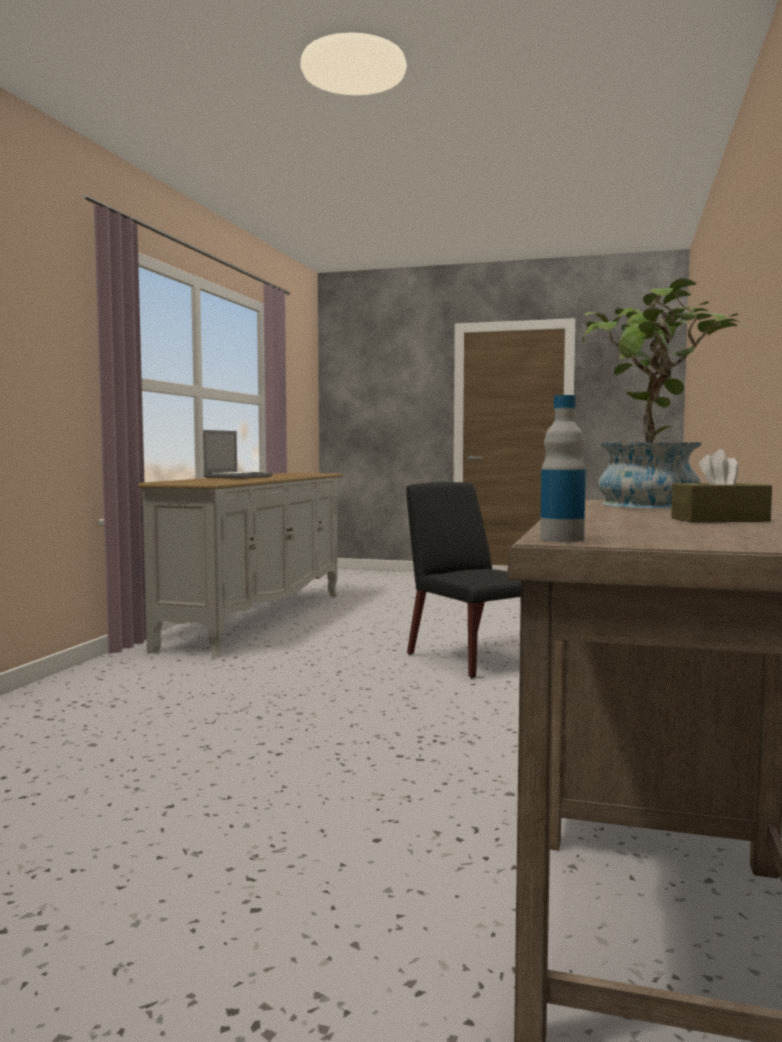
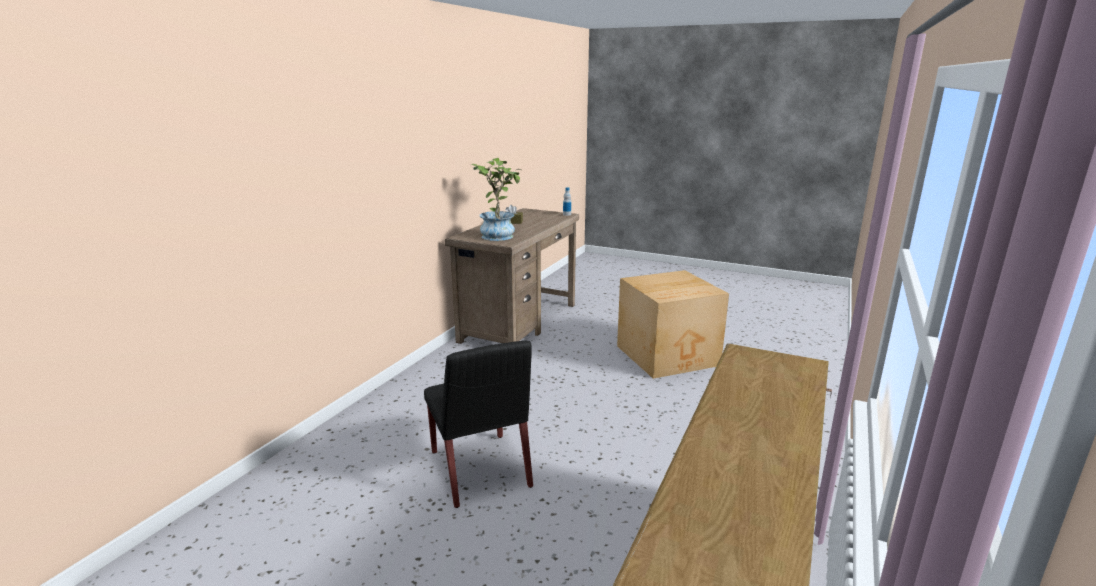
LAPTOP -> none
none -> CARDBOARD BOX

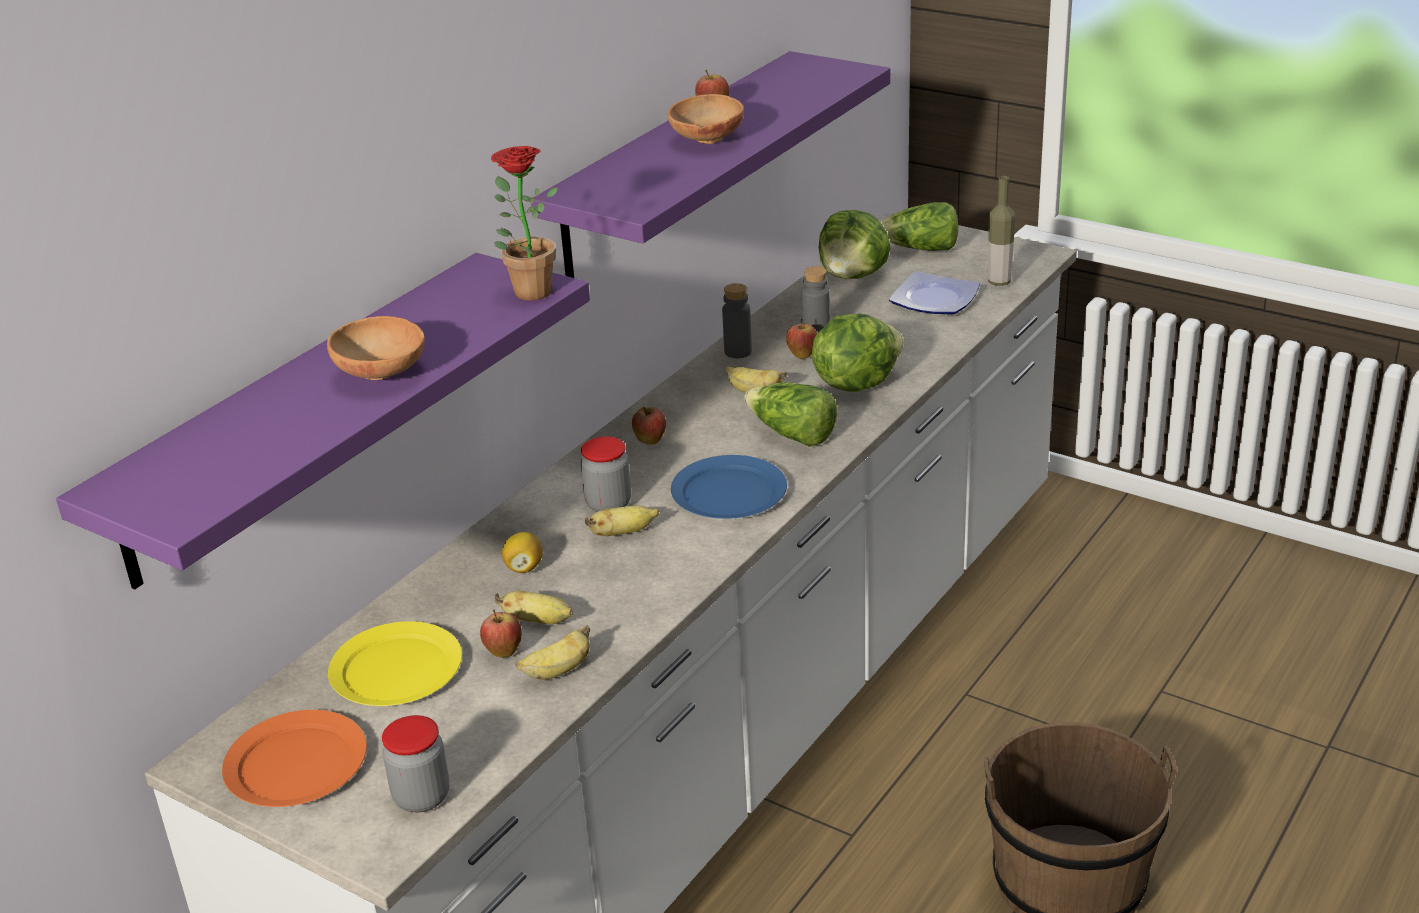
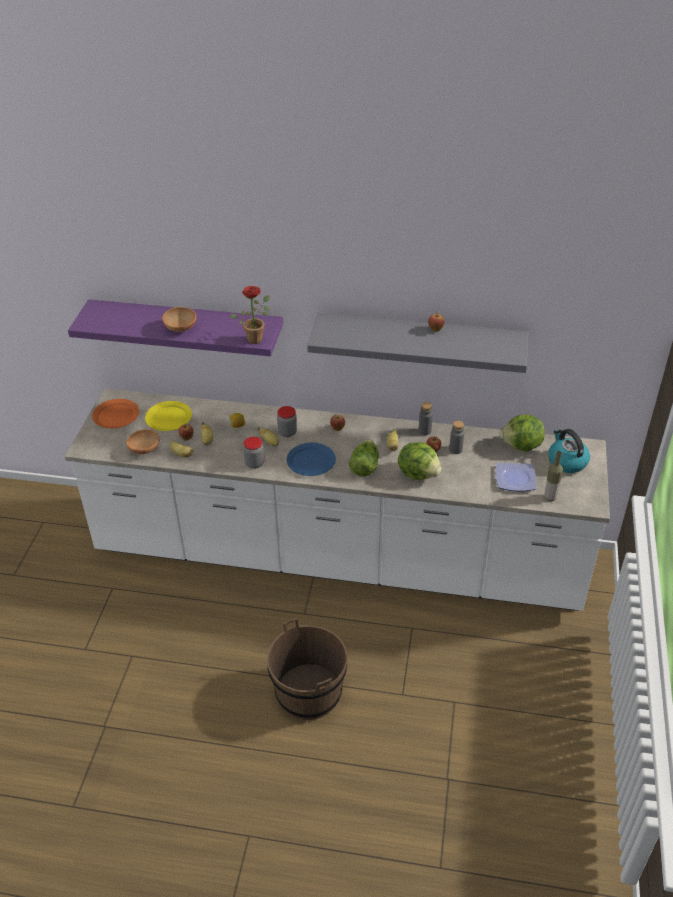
PURPLE SHELF (no. 2 from left) -> GREY SHELF
BROWN BOWL (no. 2 from left in the first image) -> BROWN BOWL (no. 1 from left), shifted
LETTUCE (no. 4 from left) -> KETTLE
JAR (no. 1 from left), shifted

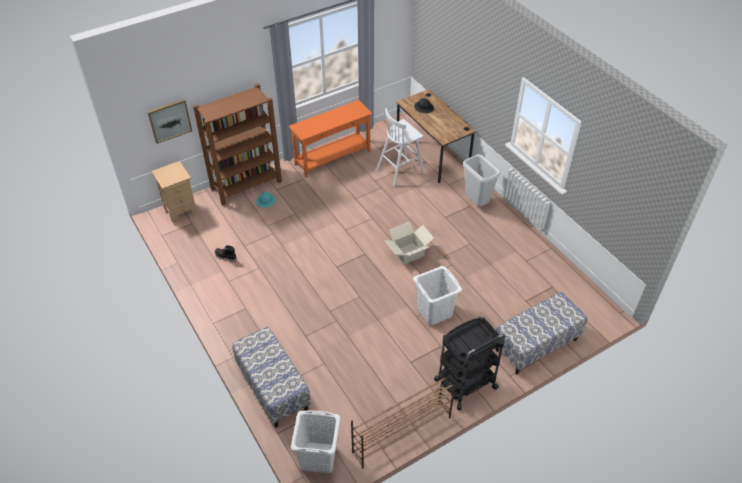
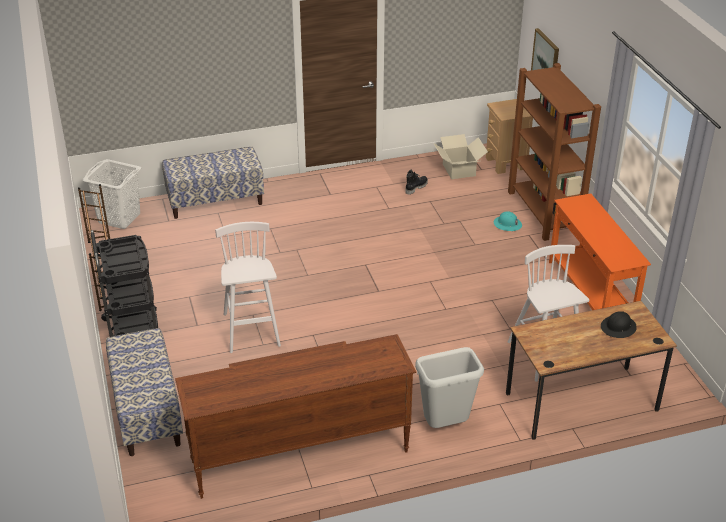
CARDBOARD BOX, shifted
WHITE LAUNDRY BASKET (no. 2 from left) -> WHITE STOOL (no. 1 from left)
none -> BROWN CABINET

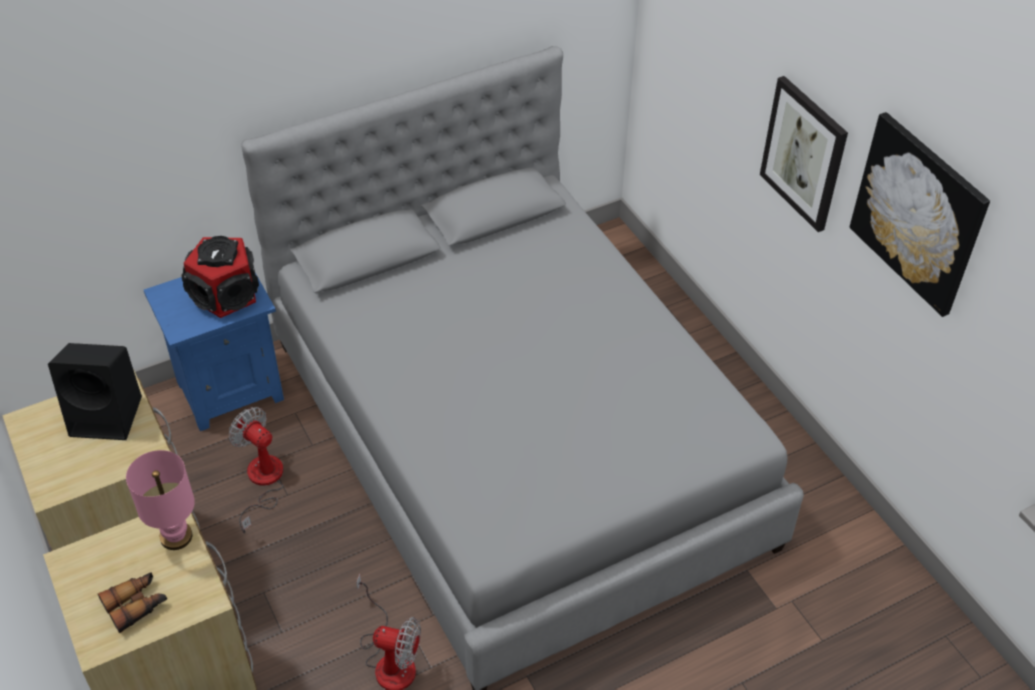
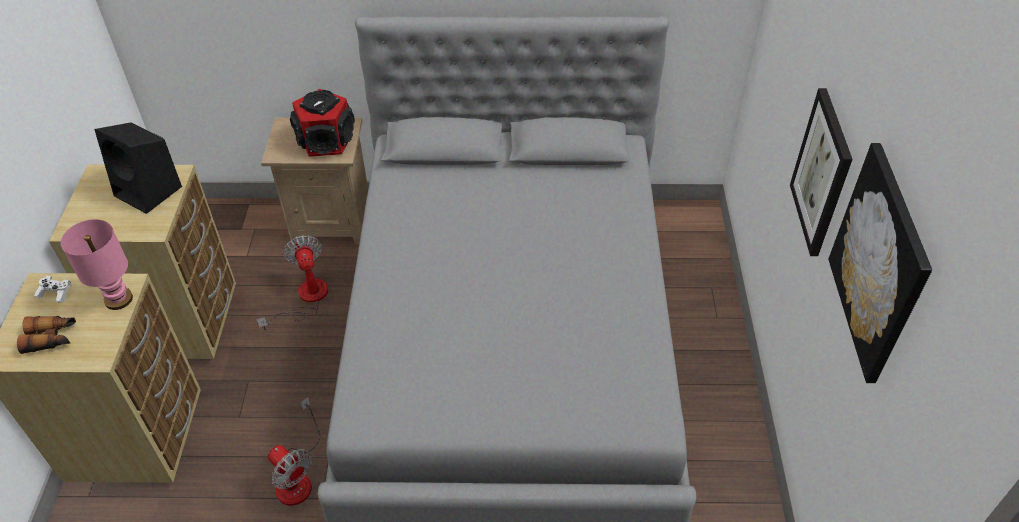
BLUE NIGHTSTAND -> BEIGE NIGHTSTAND
none -> WHITE GAME CONTROLLER

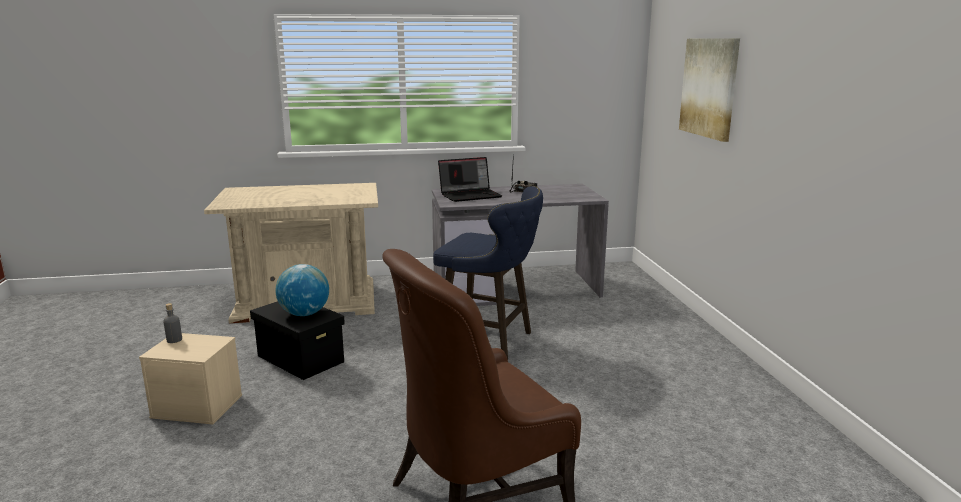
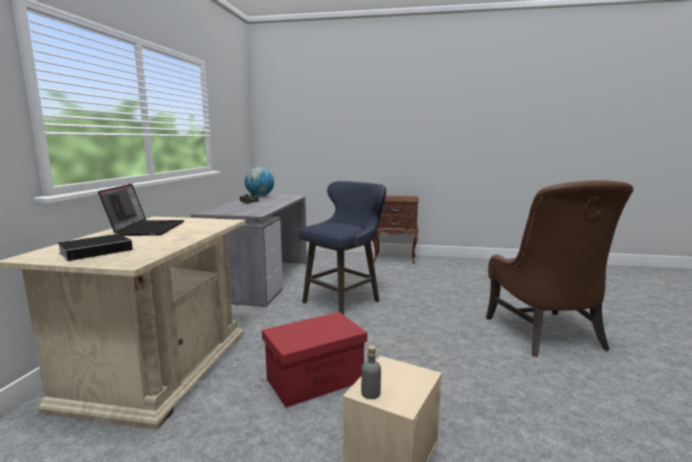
PICTURE -> none
LAPTOP, shifted
GLOBE, shifted
BLACK STORAGE BOX -> RED STORAGE BOX
none -> BROWN NIGHTSTAND
none -> BOOK

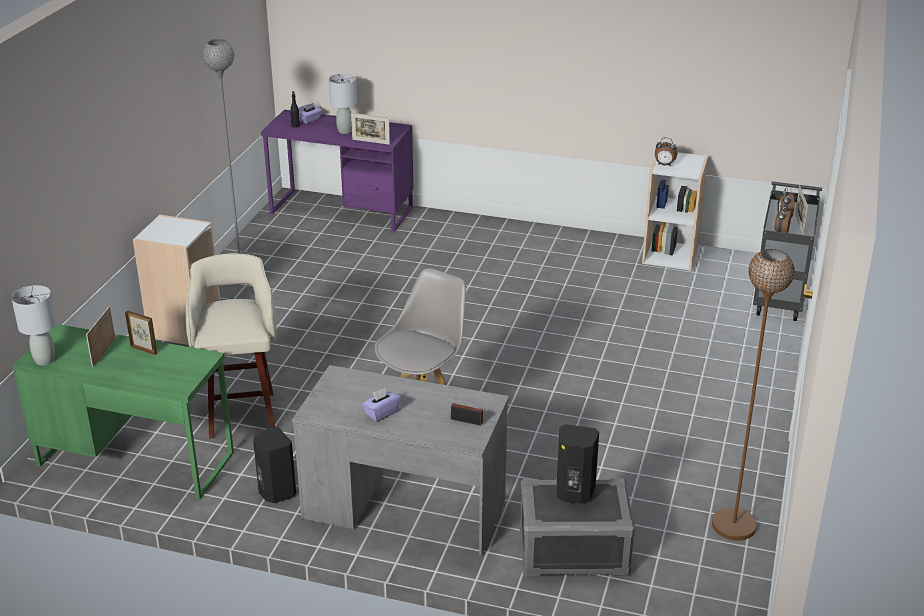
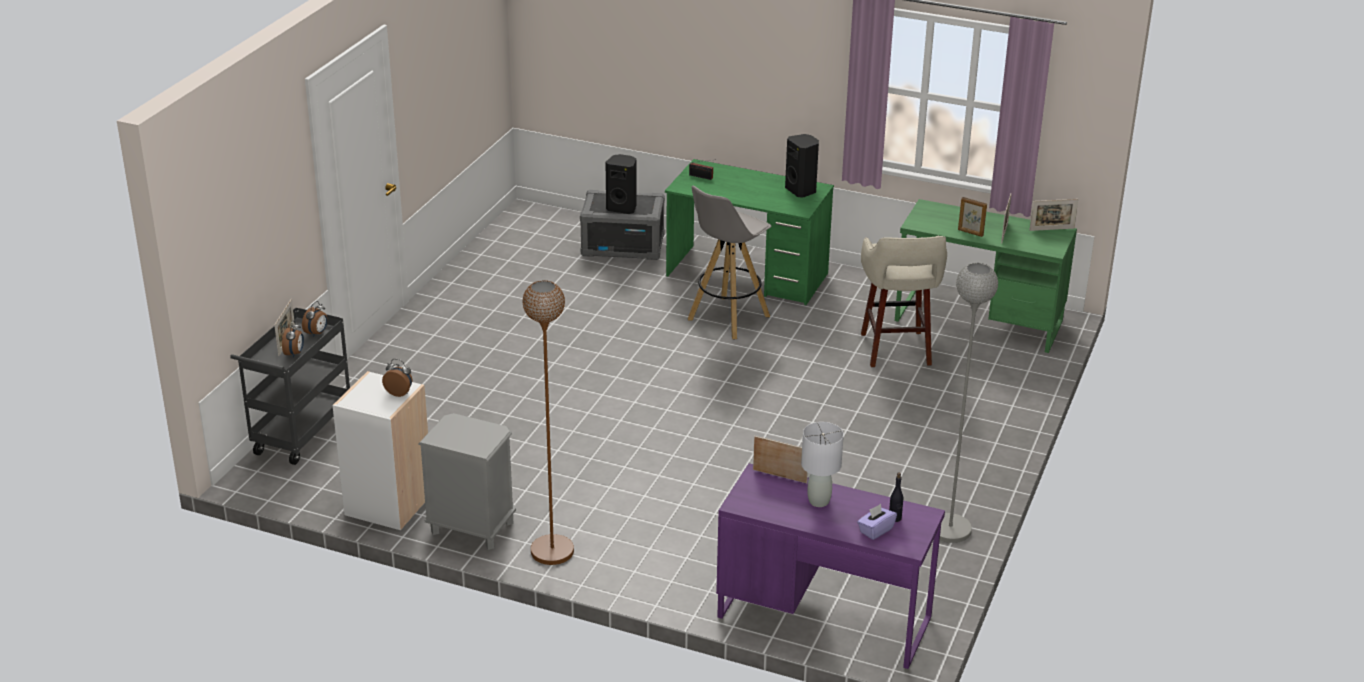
BOOKCASE (no. 1 from left) -> none
BROWN FLOOR LAMP, shifted
GREY TABLE LAMP (no. 1 from left) -> PICTURE FRAME (no. 5 from left)
GREY DESK -> GREEN DESK (no. 1 from left)
PURPLE TISSUE BOX (no. 2 from left) -> none
BLACK SPEAKER (no. 1 from left in the first image) -> BLACK SPEAKER (no. 2 from left), shifted
none -> GREY NIGHTSTAND

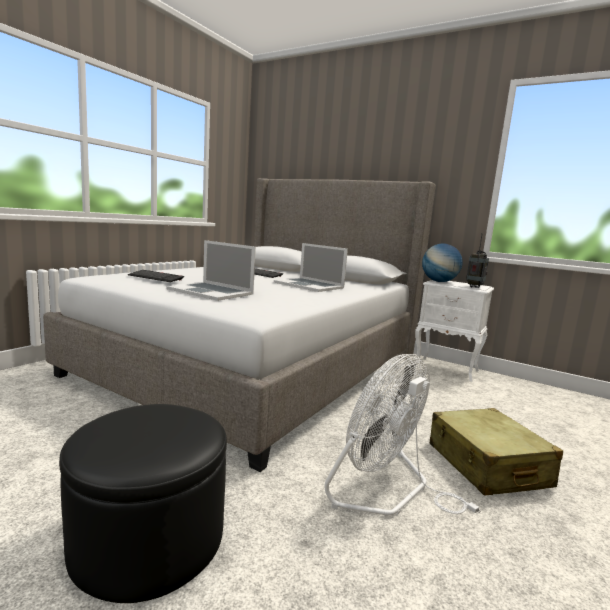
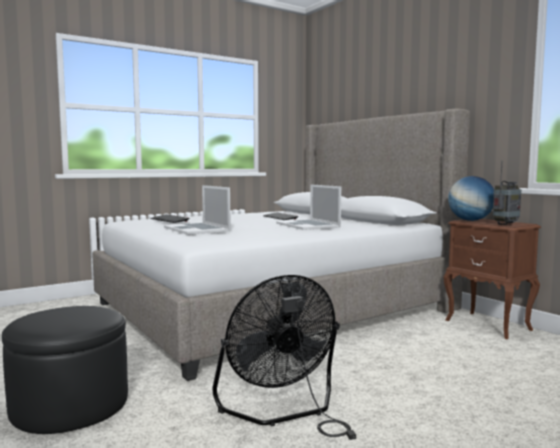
WHITE NIGHTSTAND -> BROWN NIGHTSTAND
WHITE FAN -> BLACK FAN
BEIGE SUITCASE -> none

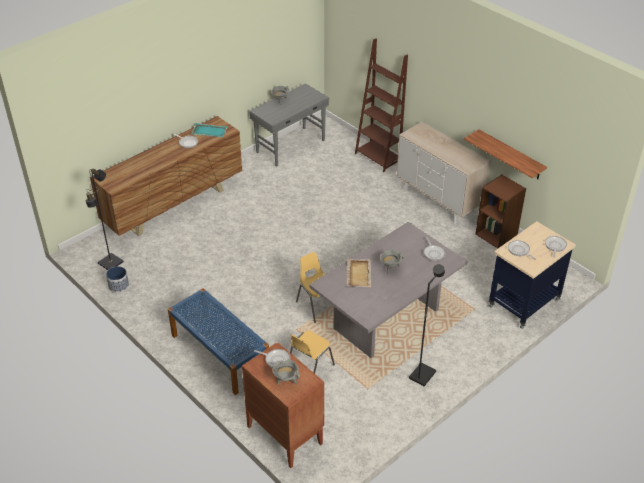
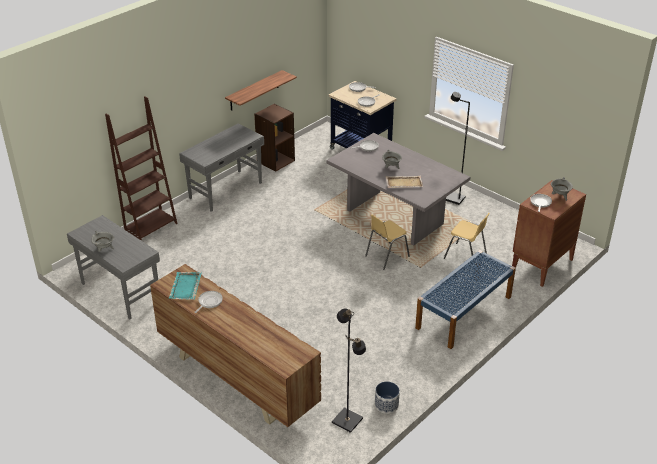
WHITE DRESSER -> GREY CONSOLE TABLE (no. 2 from left)

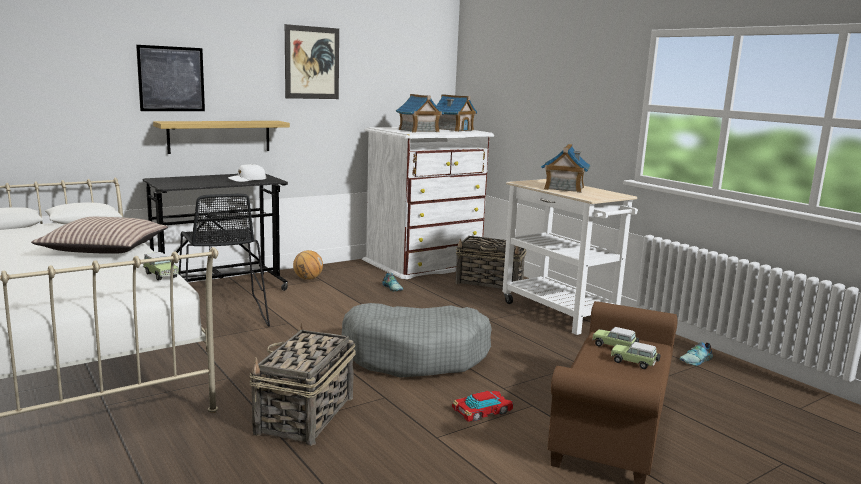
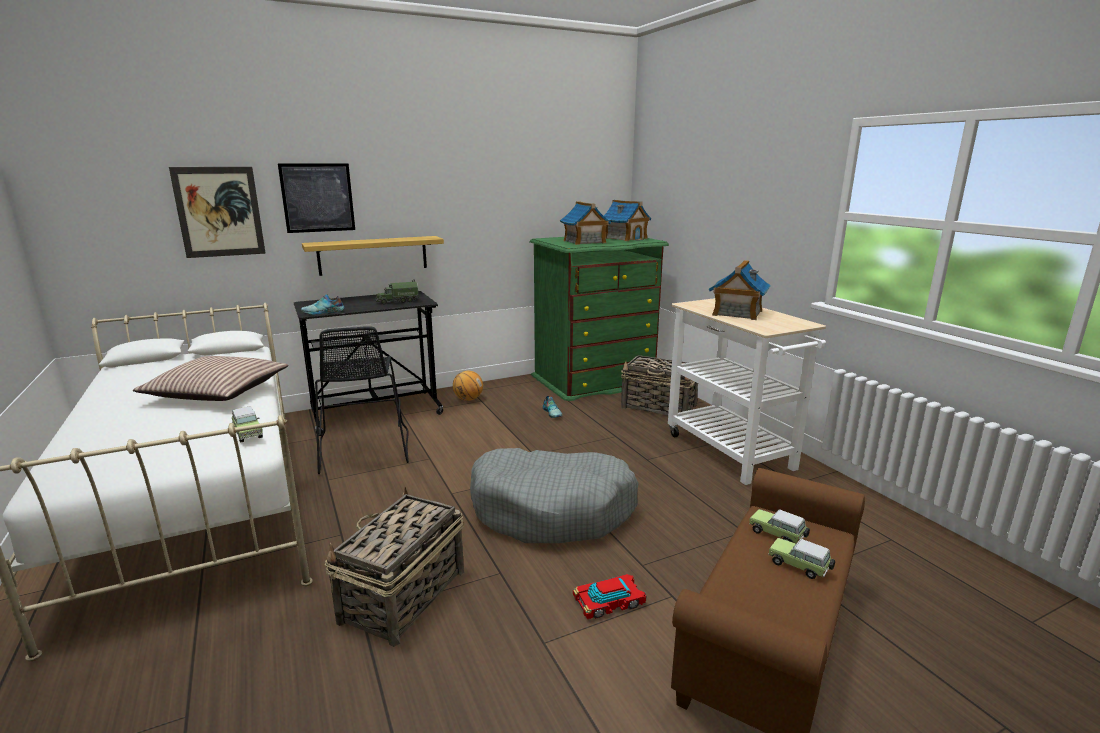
PICTURE (no. 2 from left in the first image) -> PICTURE (no. 1 from left), shifted
WHITE DRESSER -> GREEN DRESSER
WHITE CAP -> TOY TRUCK
SHOE (no. 2 from left in the first image) -> SHOE (no. 1 from left), shifted

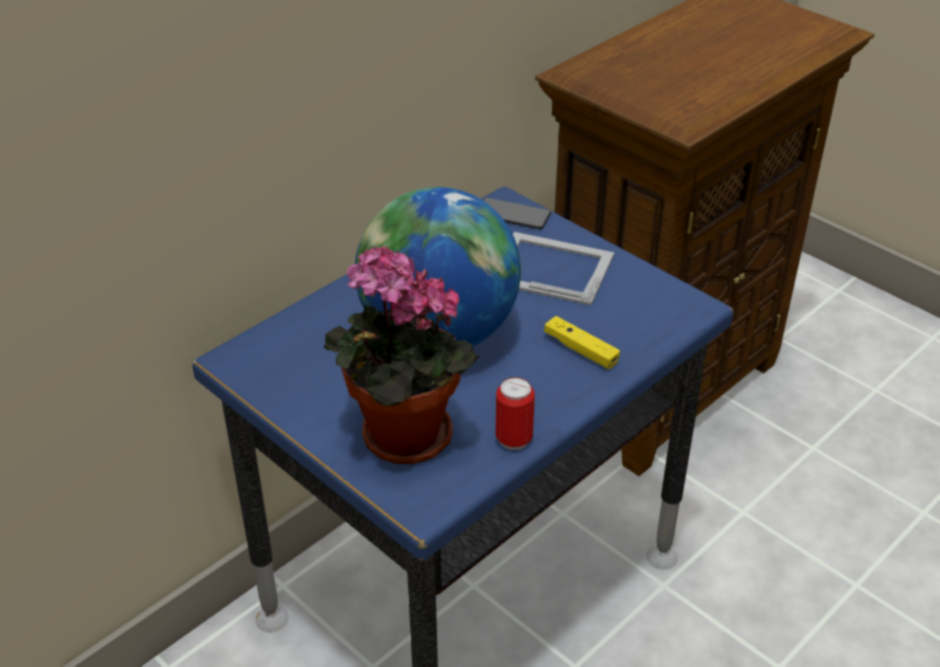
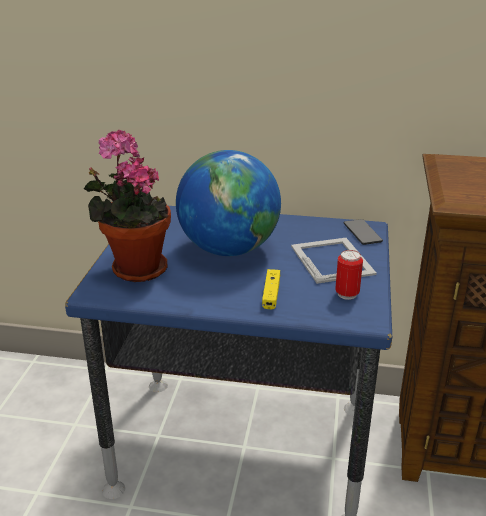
CAN, shifted

